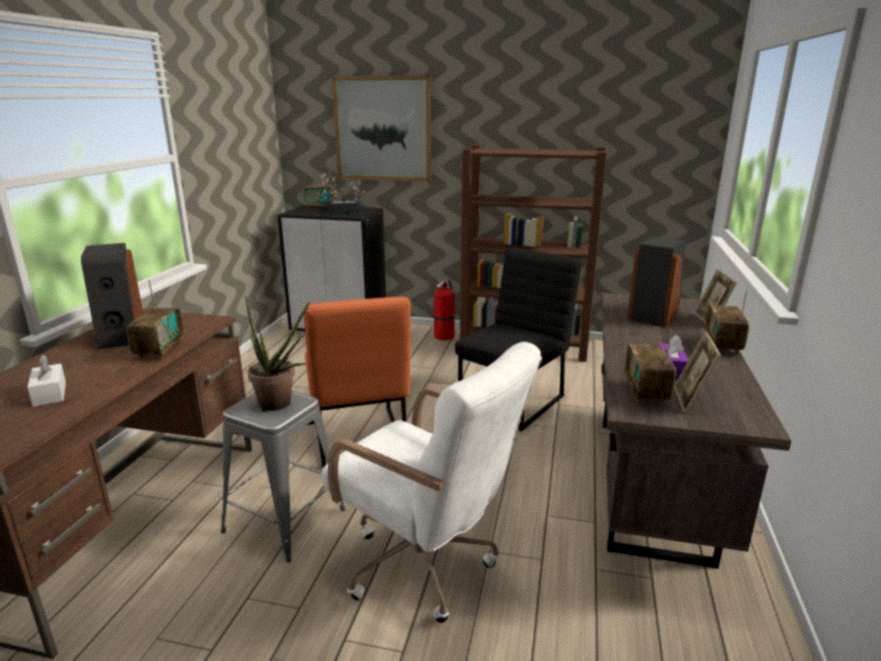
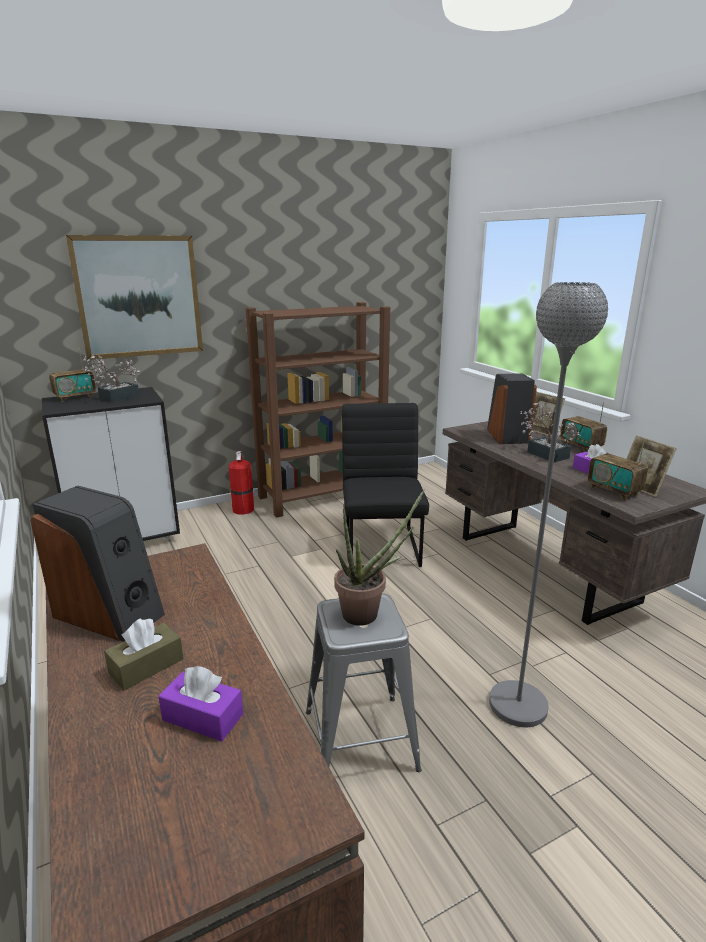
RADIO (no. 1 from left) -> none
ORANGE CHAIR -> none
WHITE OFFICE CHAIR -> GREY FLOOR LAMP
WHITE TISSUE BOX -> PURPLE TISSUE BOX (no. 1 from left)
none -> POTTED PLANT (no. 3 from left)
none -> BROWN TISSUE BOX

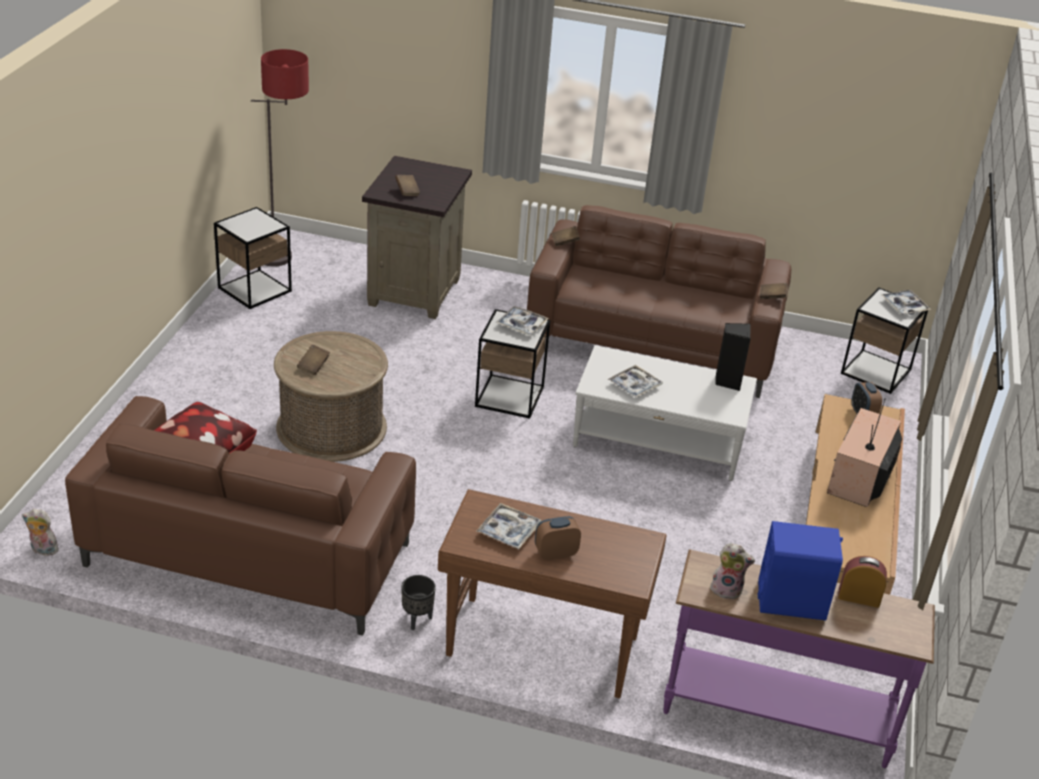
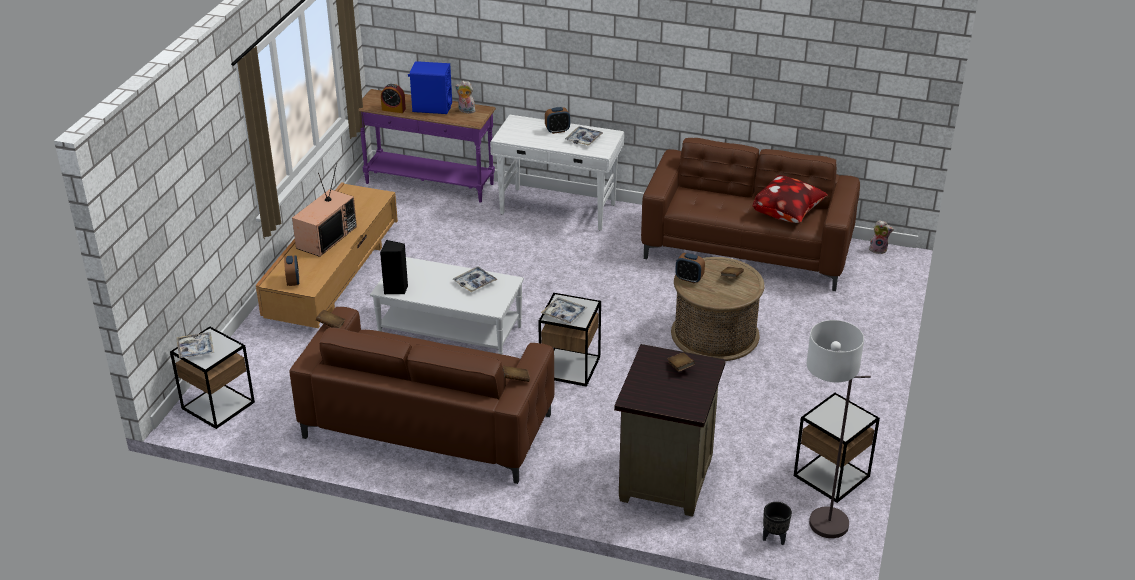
RED FLOOR LAMP -> WHITE FLOOR LAMP
BROWN CONSOLE TABLE -> WHITE CONSOLE TABLE
BLACK PLANTER, shifted
none -> ALARM CLOCK (no. 4 from left)

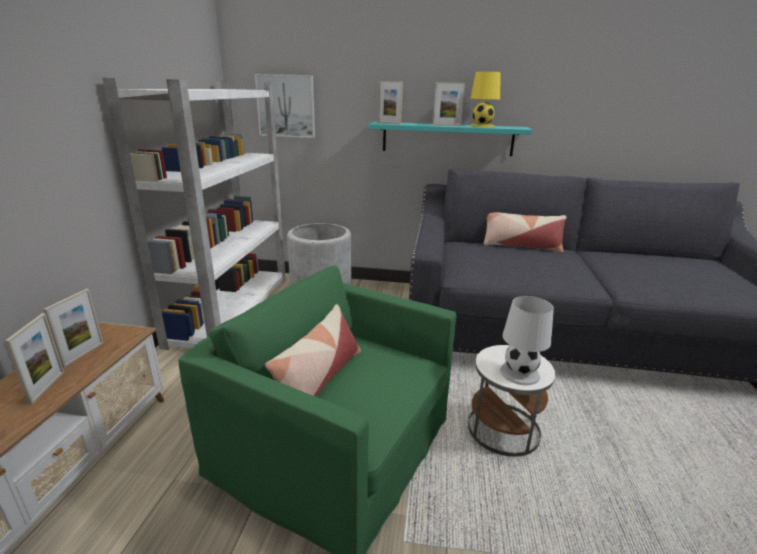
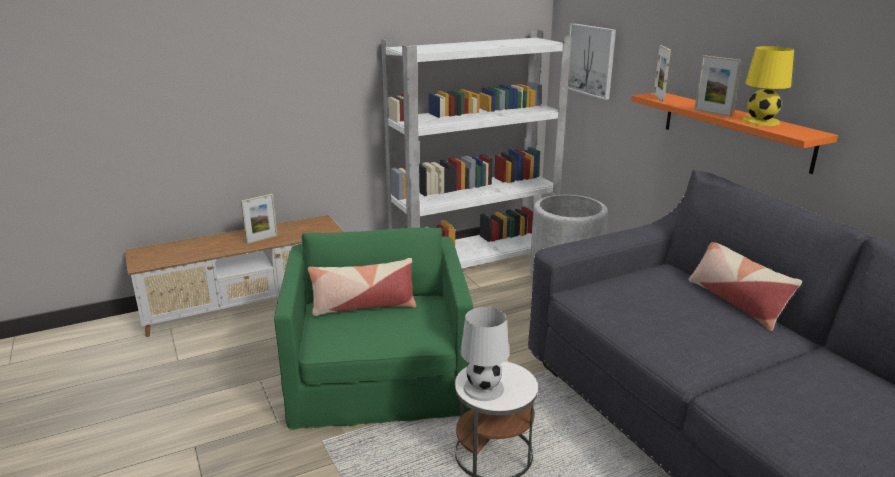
TURQUOISE SHELF -> ORANGE SHELF
PICTURE FRAME (no. 2 from left) -> none

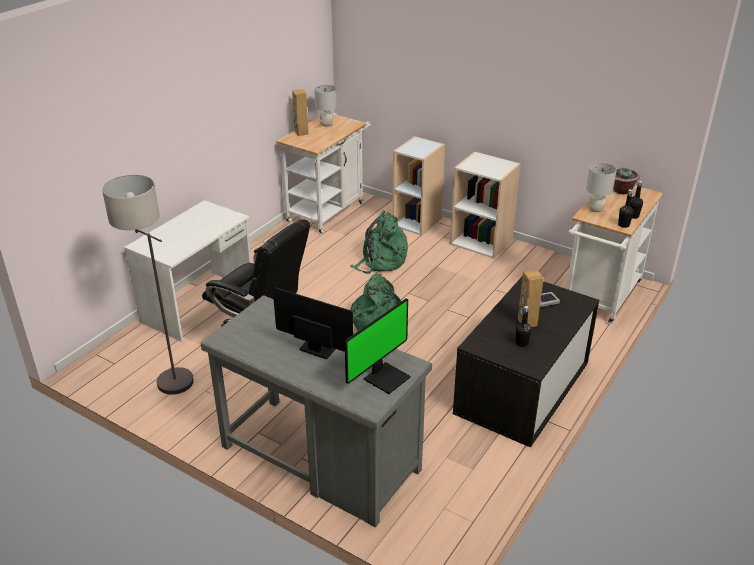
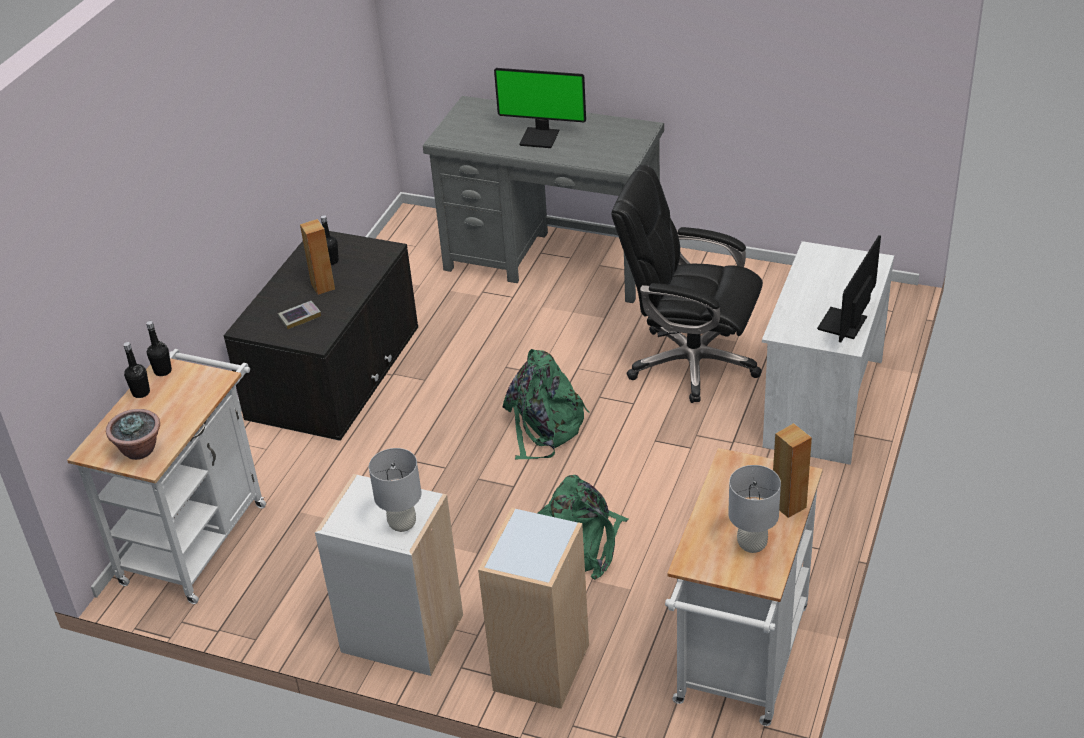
GREY TABLE LAMP (no. 2 from left in the first image) -> GREY TABLE LAMP (no. 1 from left), shifted
GREY FLOOR LAMP -> none
MONITOR (no. 2 from left), shifted

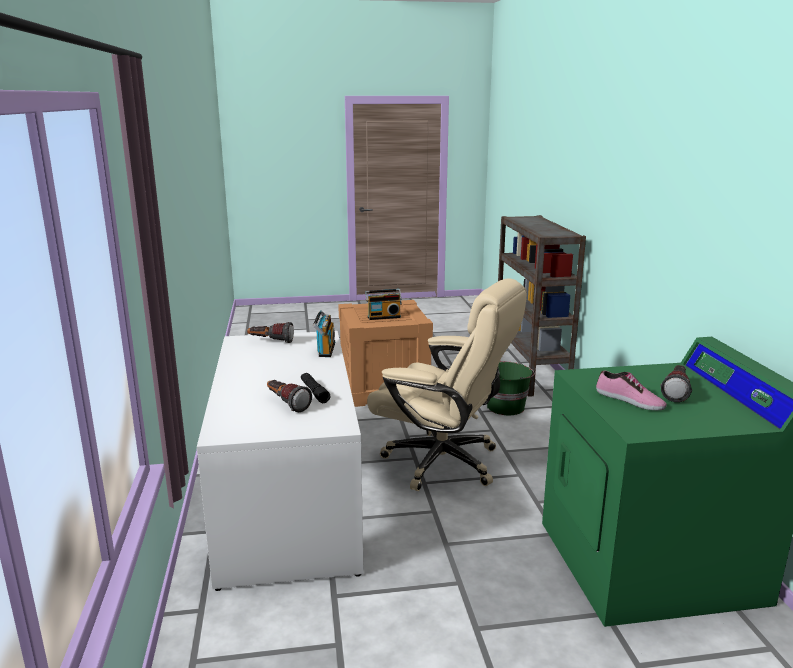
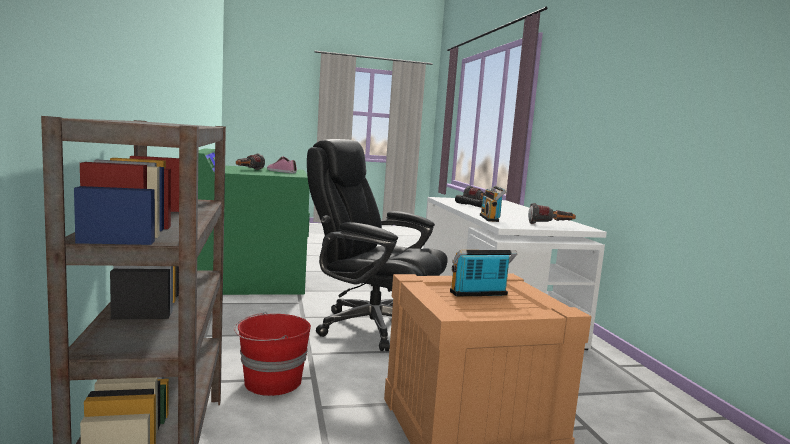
BEIGE OFFICE CHAIR -> BLACK OFFICE CHAIR
GREEN BUCKET -> RED BUCKET

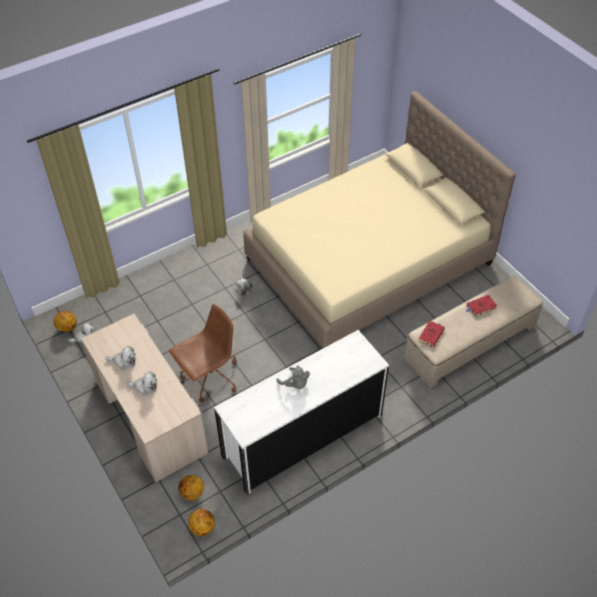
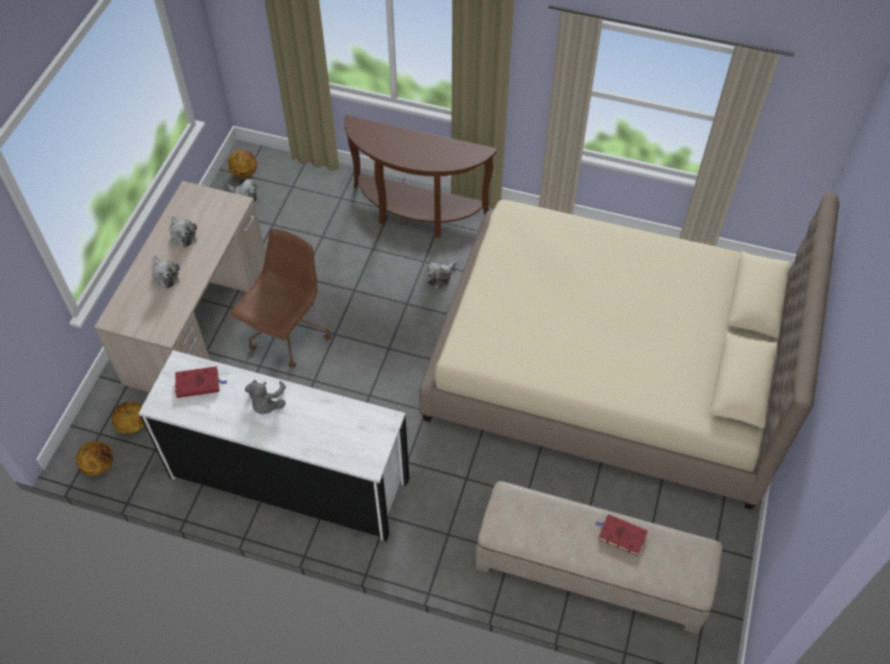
BROWN OFFICE CHAIR, 75 degrees counterclockwise
RED BOOK (no. 1 from left), shifted
none -> BROWN CONSOLE TABLE

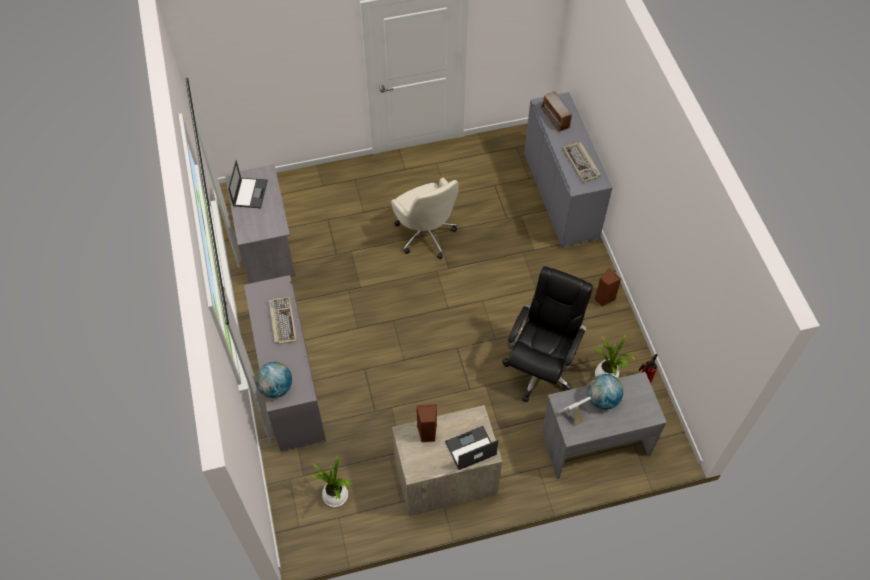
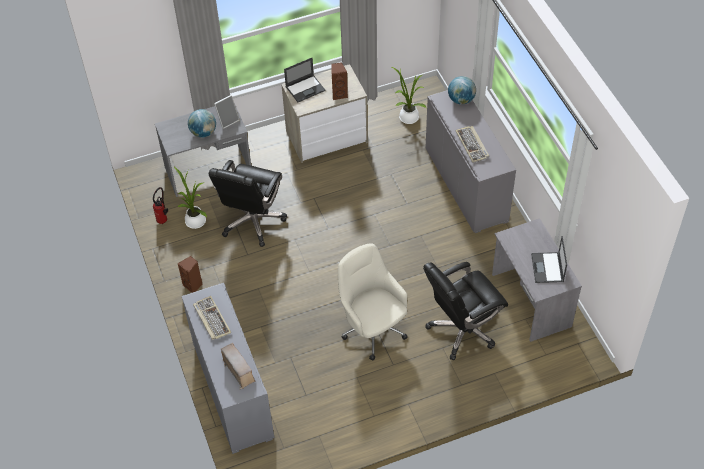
none -> BLACK OFFICE CHAIR (no. 2 from left)

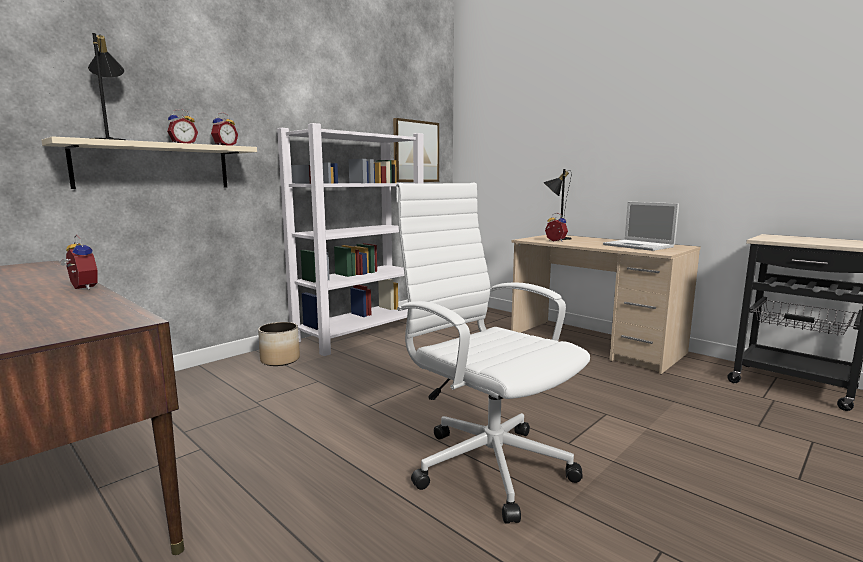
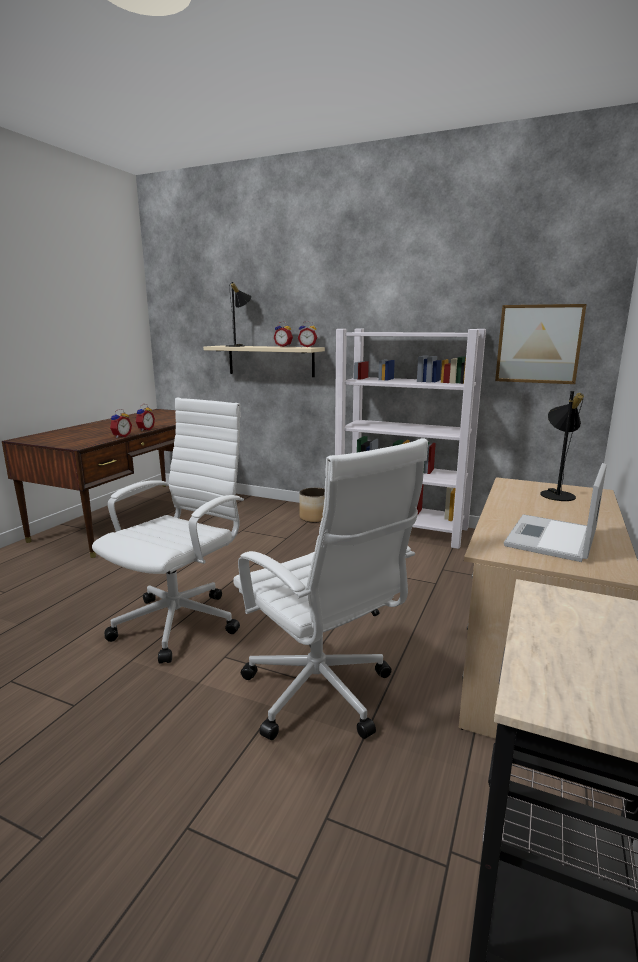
ALARM CLOCK (no. 4 from left in the first image) -> ALARM CLOCK (no. 1 from left), shifted
none -> WHITE OFFICE CHAIR (no. 2 from left)

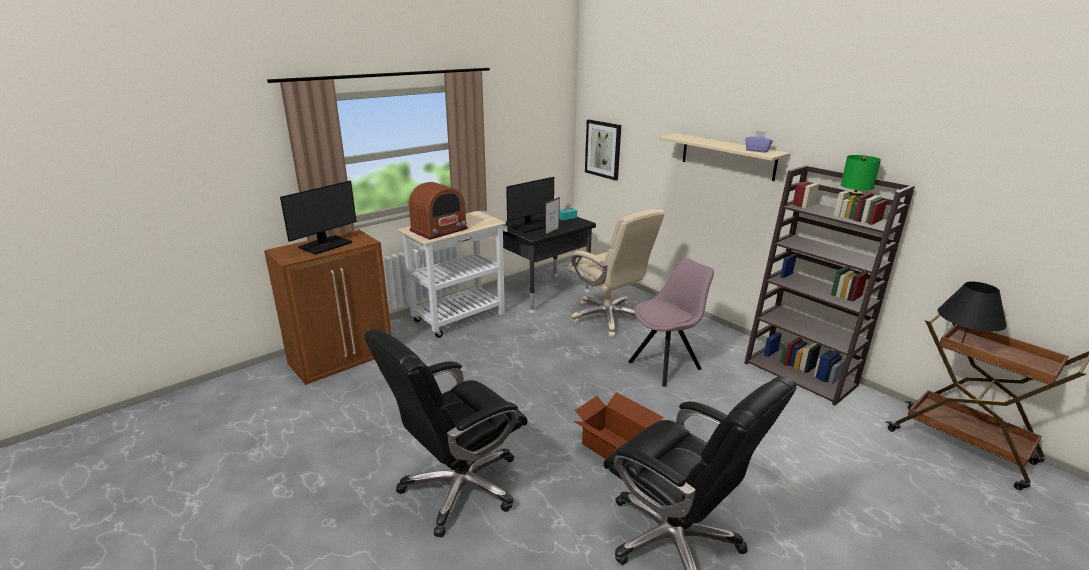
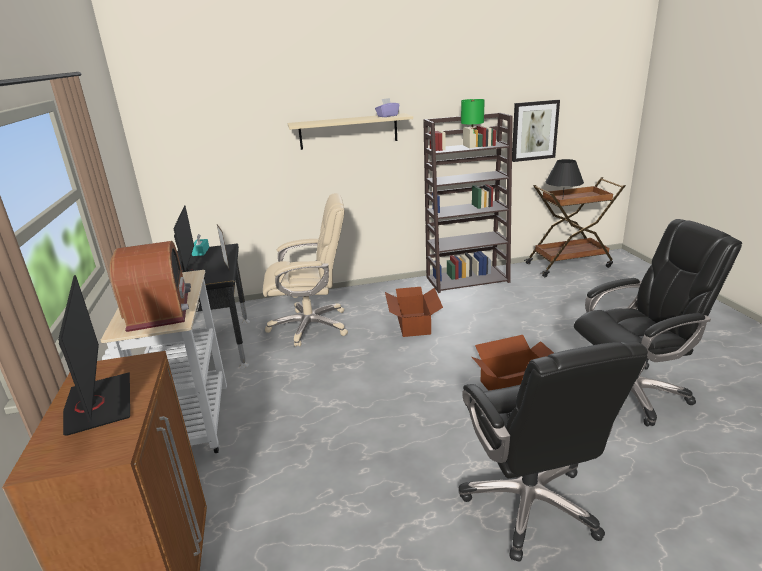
PICTURE, shifted
PINK CHAIR -> CARDBOARD BOX (no. 1 from left)

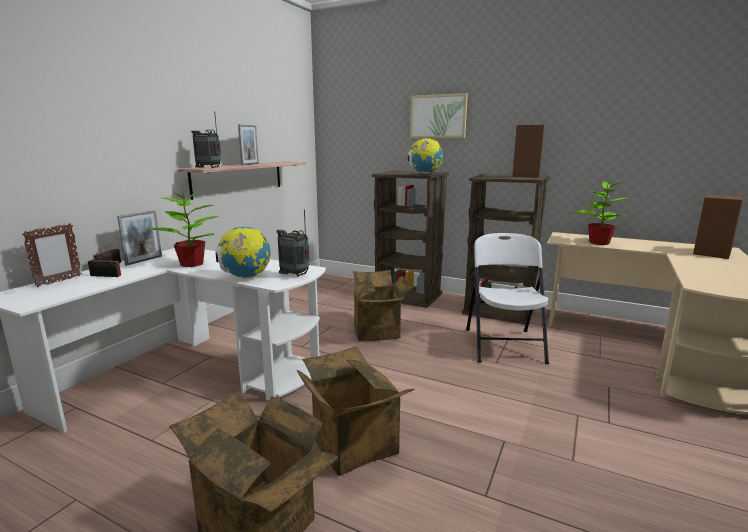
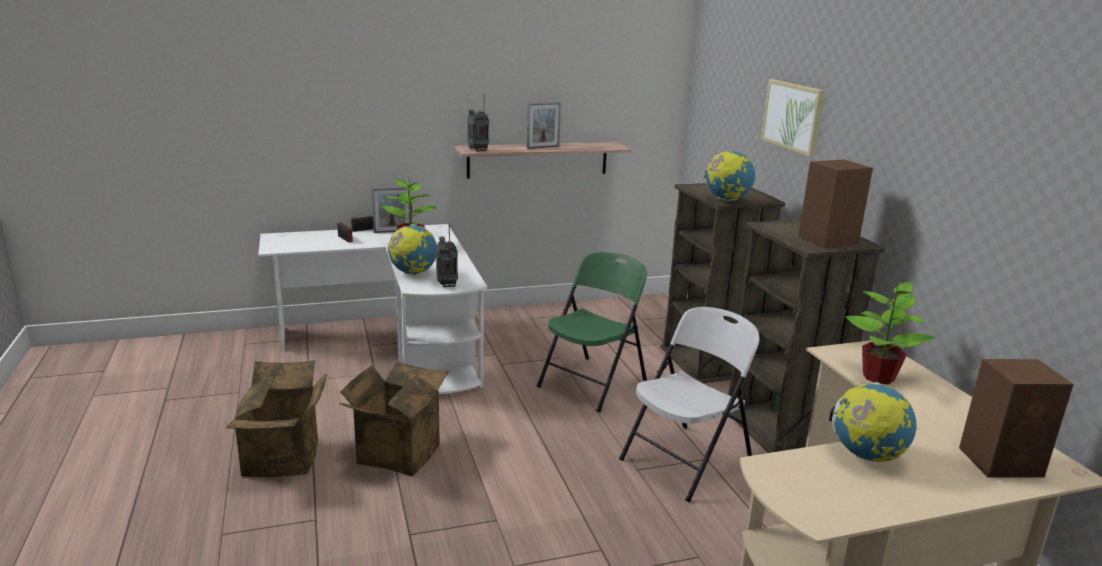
PICTURE FRAME (no. 1 from left) -> none
CARDBOARD BOX (no. 3 from left) -> GREEN CHAIR
none -> GLOBE (no. 3 from left)

